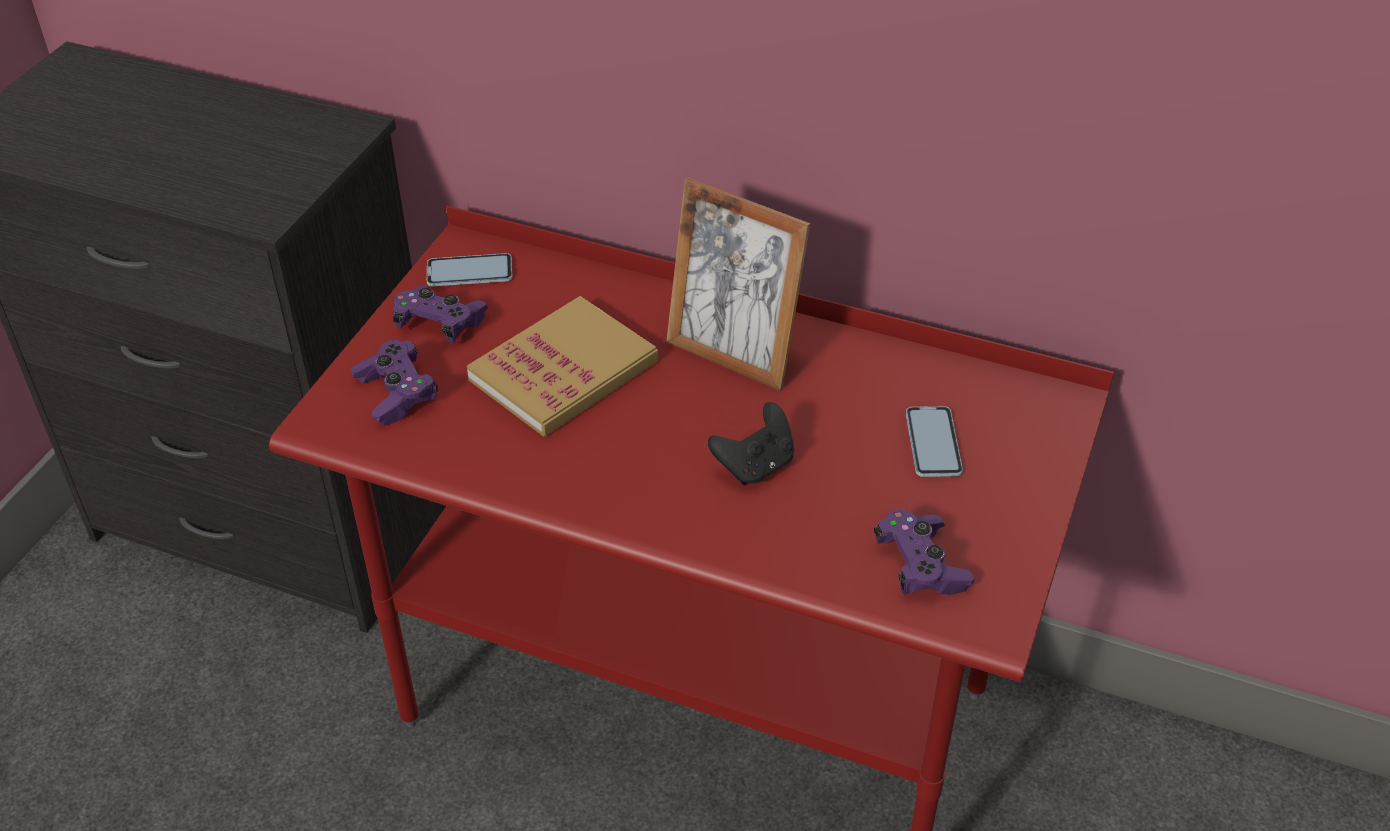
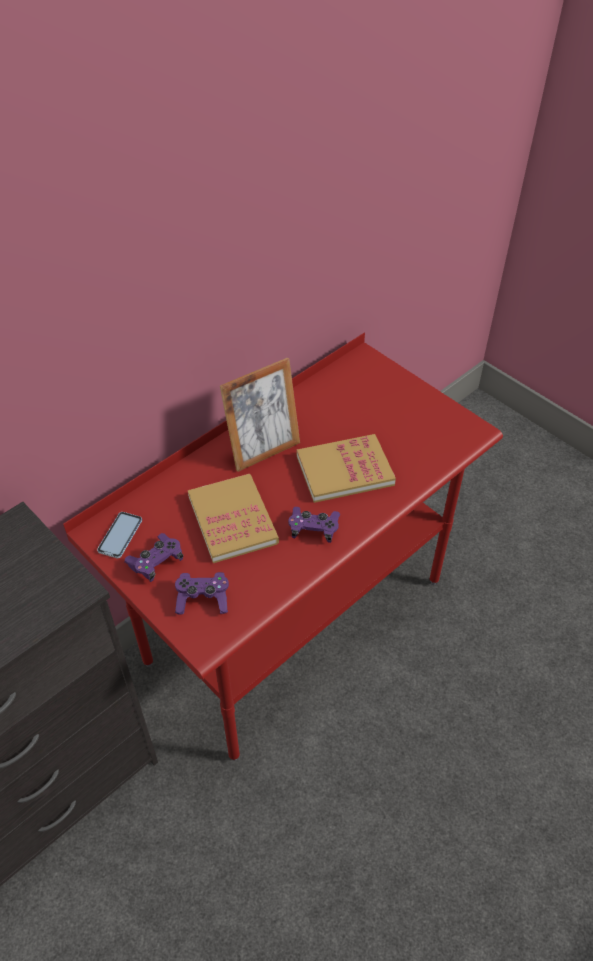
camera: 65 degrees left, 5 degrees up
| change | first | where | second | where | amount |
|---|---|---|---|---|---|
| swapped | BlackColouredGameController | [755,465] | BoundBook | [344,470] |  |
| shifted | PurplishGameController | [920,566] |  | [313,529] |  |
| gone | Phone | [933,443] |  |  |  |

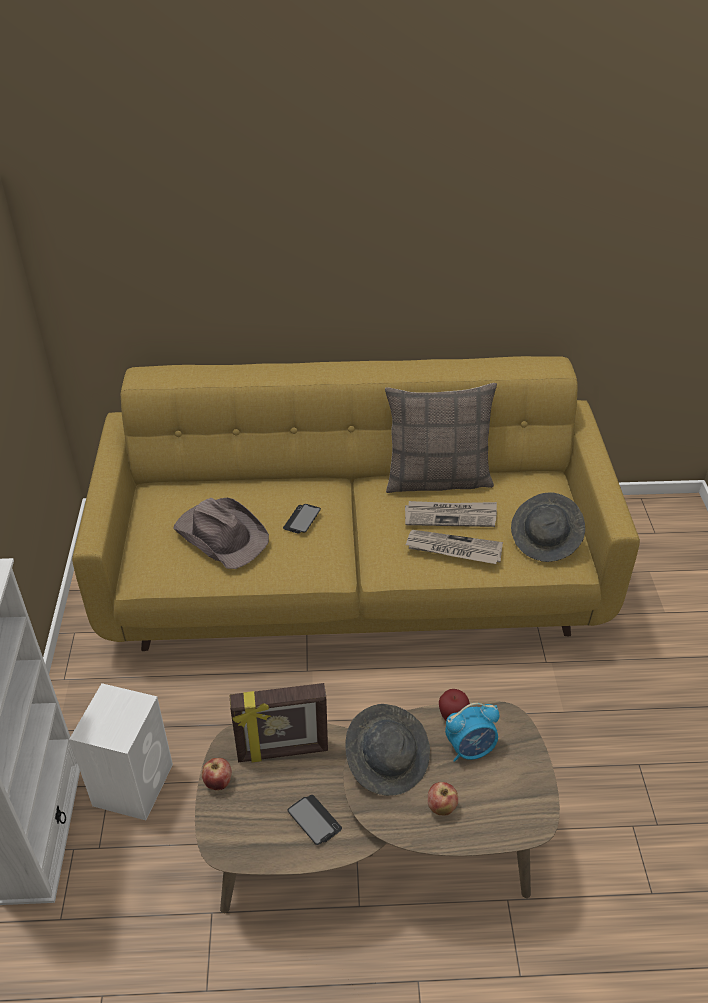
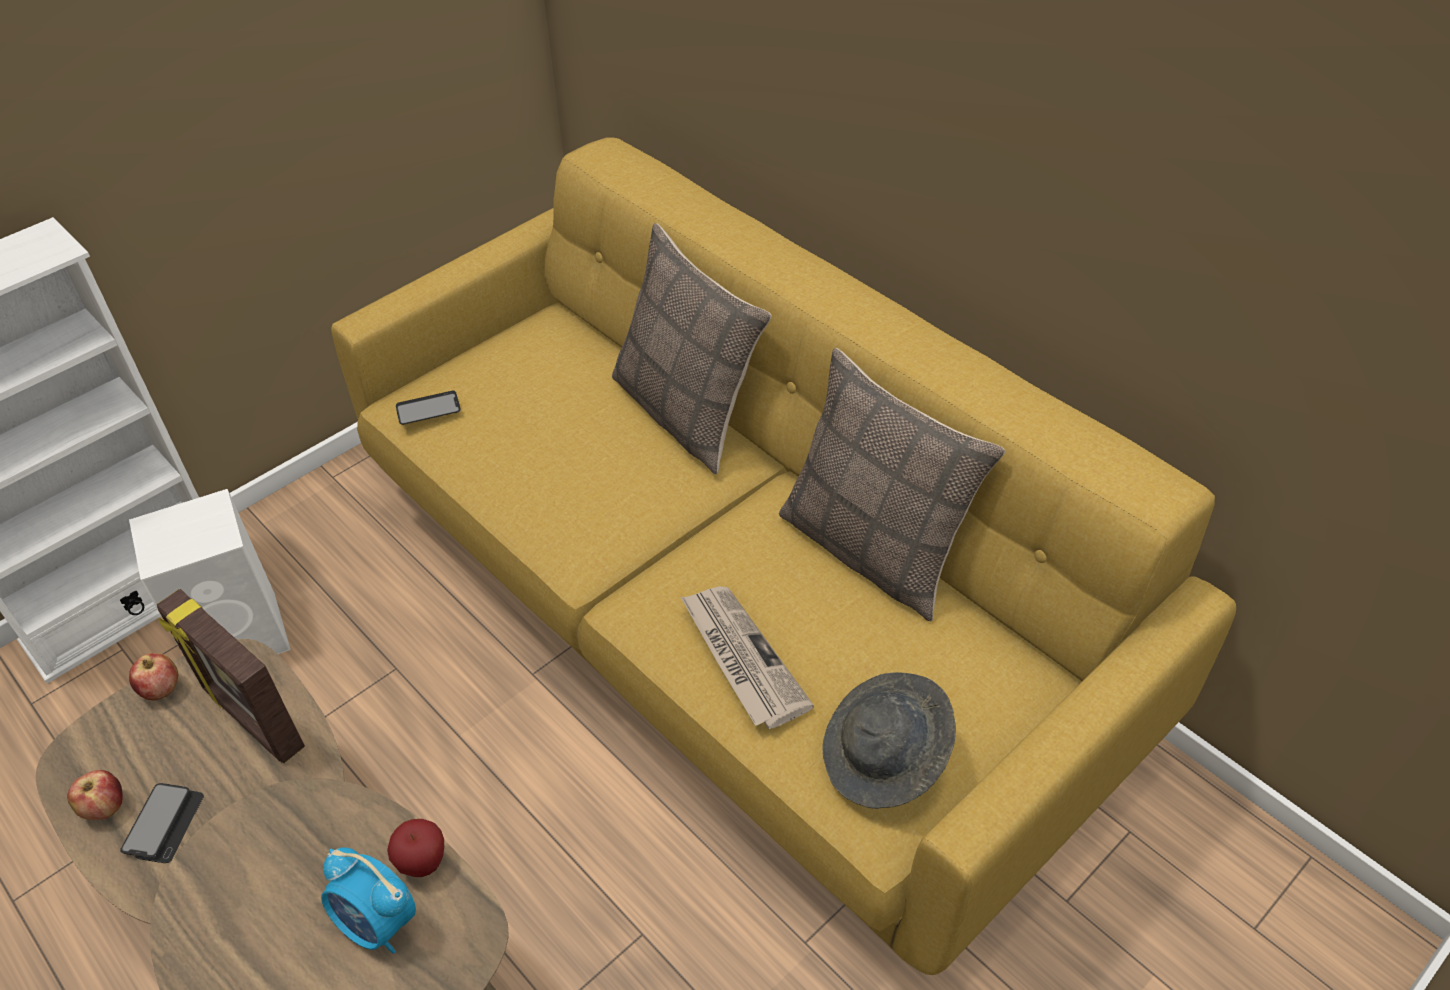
camera: 50 degrees right, 5 degrees up
| change | first | where | second | where | amount |
|---|---|---|---|---|---|
| gone | BrownClothingHat | [221,534] |  |  |  |
| shifted | Phone | [302,519] |  | [428,409] |  |
| gone | GrayClothingHat | [388,761] |  |  |  |
| gone | DailyPaper | [451,516] |  |  |  |
| shifted | AppleFruit | [441,807] |  | [105,807] |  |
| new |  |  | Cushion | [686,413] |  |

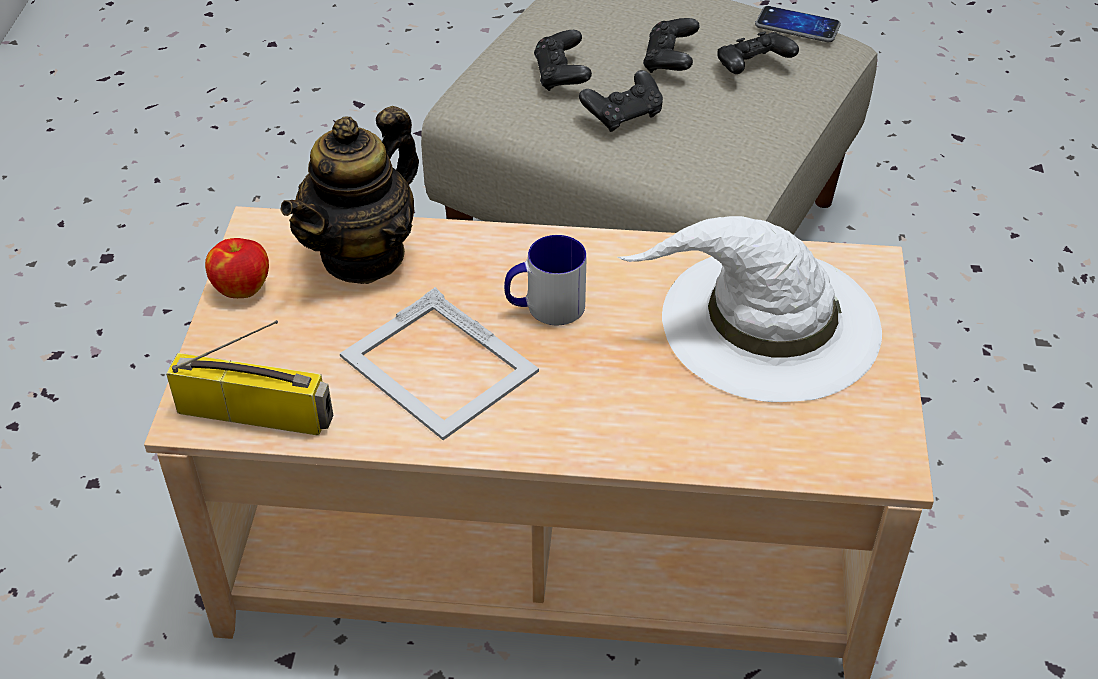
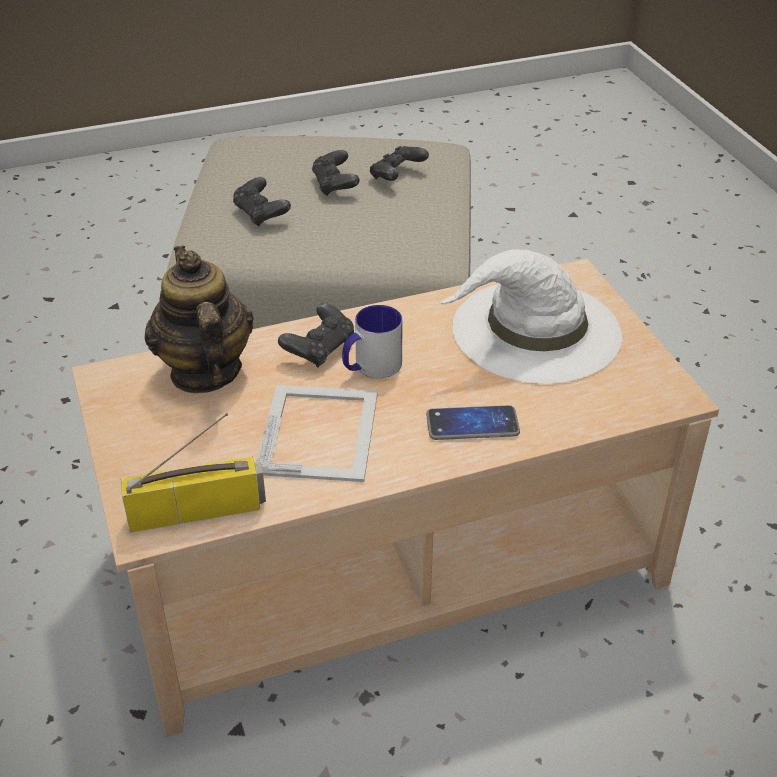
camera: 25 degrees left, 5 degrees down
| change | first | where | second | where | amount |
|---|---|---|---|---|---|
| gone | AppleFruit | [242,288] |  |  |  |
| rotated | Teapot | [363,255] |  | [204,372] | 150 degrees clockwise |
| rotated | PictureFrame | [439,366] |  | [319,431] | 105 degrees counterclockwise |
| shifted | BlackColouredGameController | [623,115] |  | [319,349] |  |
| shifted | Phone | [797,26] |  | [472,424] |  |

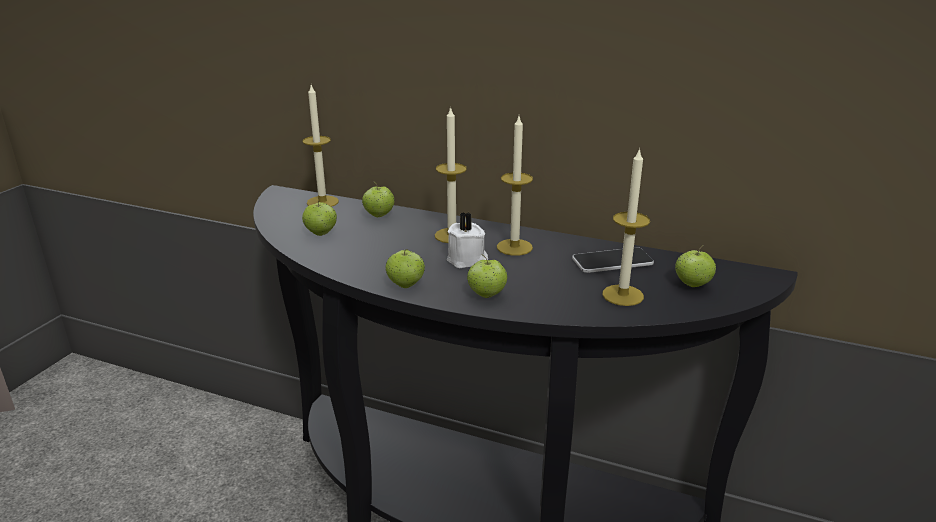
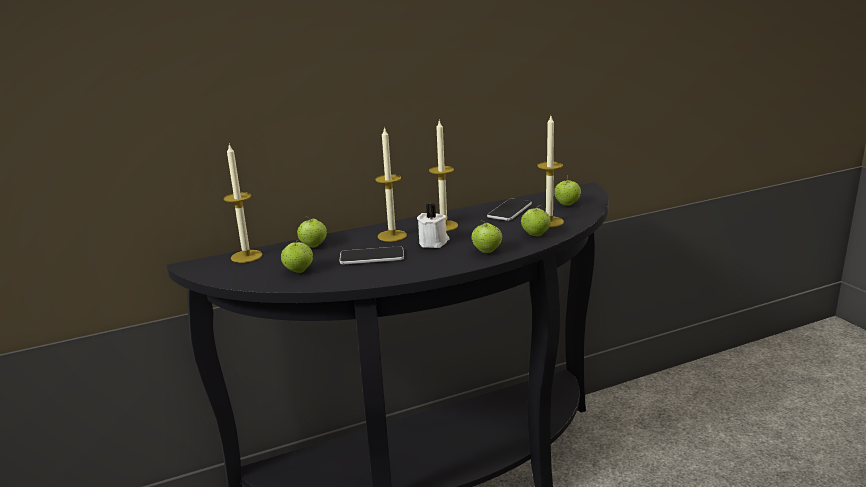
camera: 45 degrees left, 5 degrees down
| change | first | where | second | where | amount |
|---|---|---|---|---|---|
| shifted | AppleFruit | [405,285] |  | [535,235] |  |
| new |  |  | Phone | [372,257] |  |

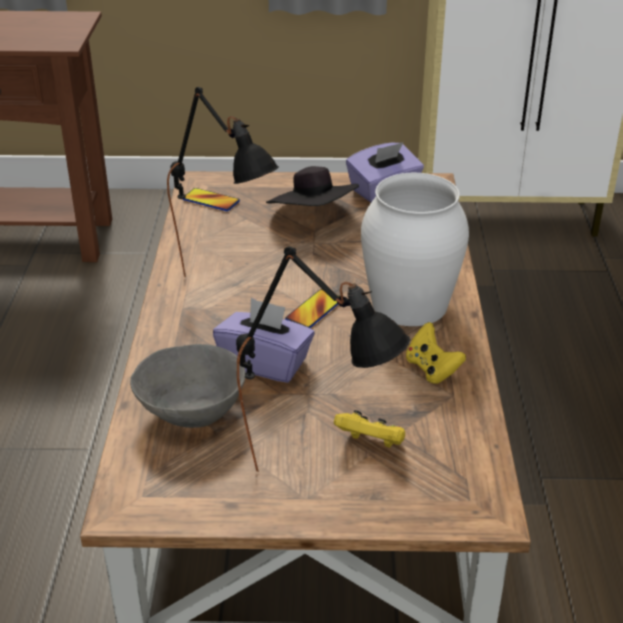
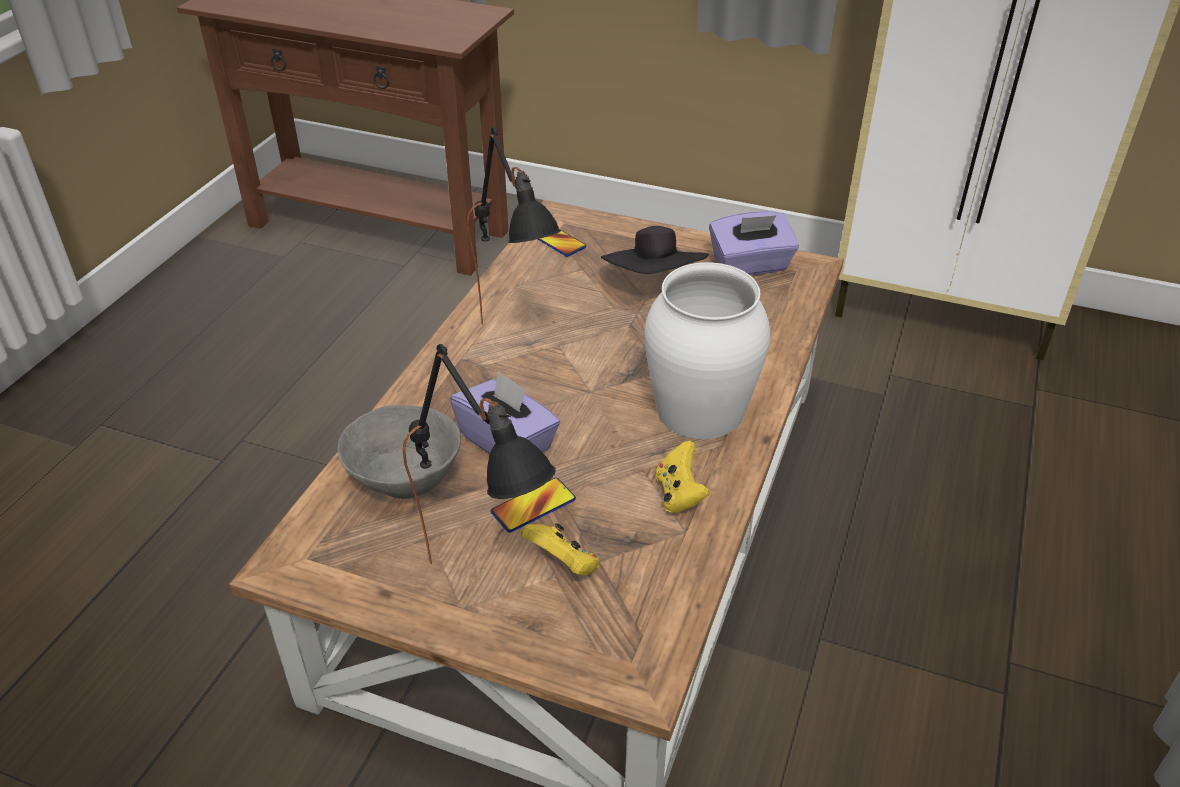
camera: 20 degrees right, 5 degrees up
| change | first | where | second | where | amount |
|---|---|---|---|---|---|
| shifted | Phone | [314,310] |  | [533,506] |  |

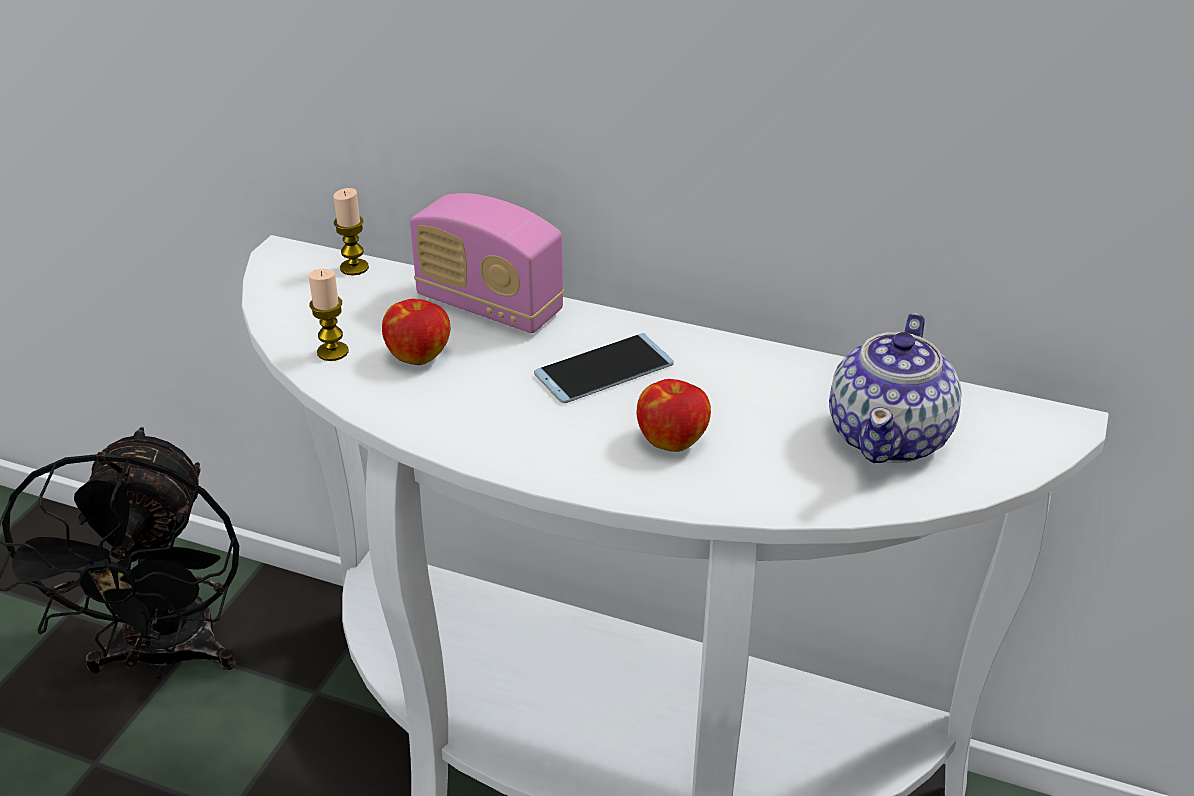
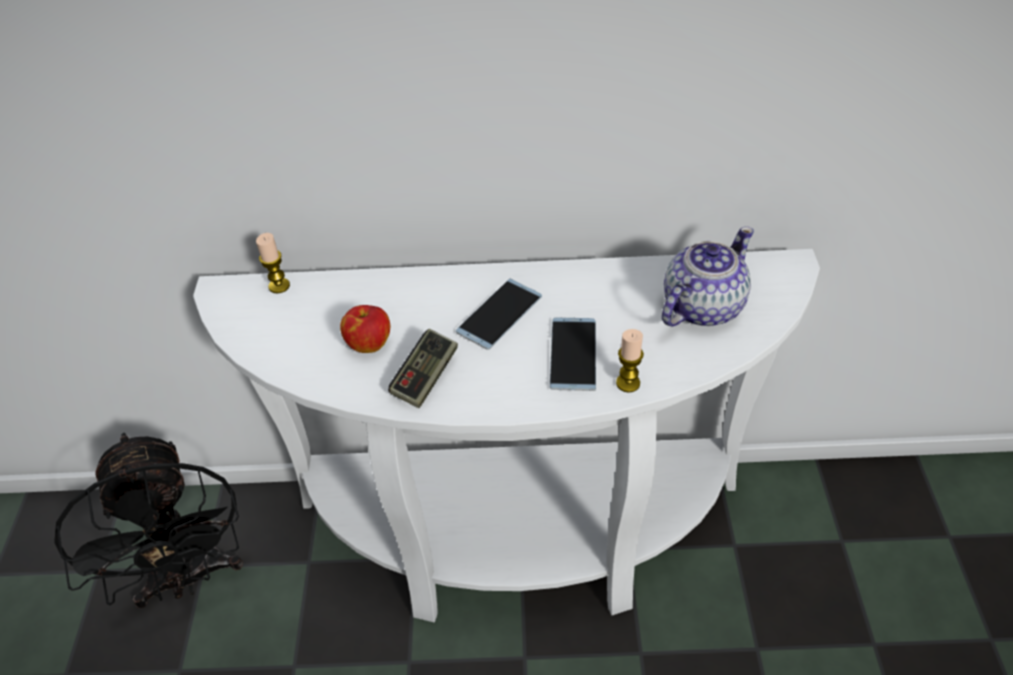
camera: 20 degrees left, 10 degrees up
| change | first | where | second | where | amount |
|---|---|---|---|---|---|
| shifted | Candle | [332,352] |  | [628,383] |  |
| gone | Radio | [489,306] |  |  |  |
| swapped | AppleFruit | [672,440] | Phone | [573,354] |  |
| rotated | Teapot | [890,436] |  | [701,307] | 135 degrees counterclockwise |
| new |  |  | GameController | [425,377] |  |

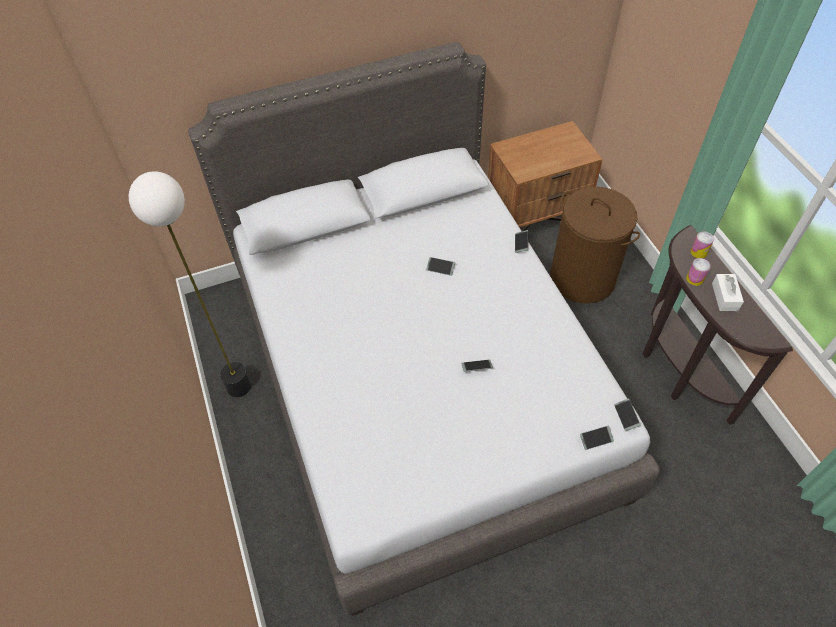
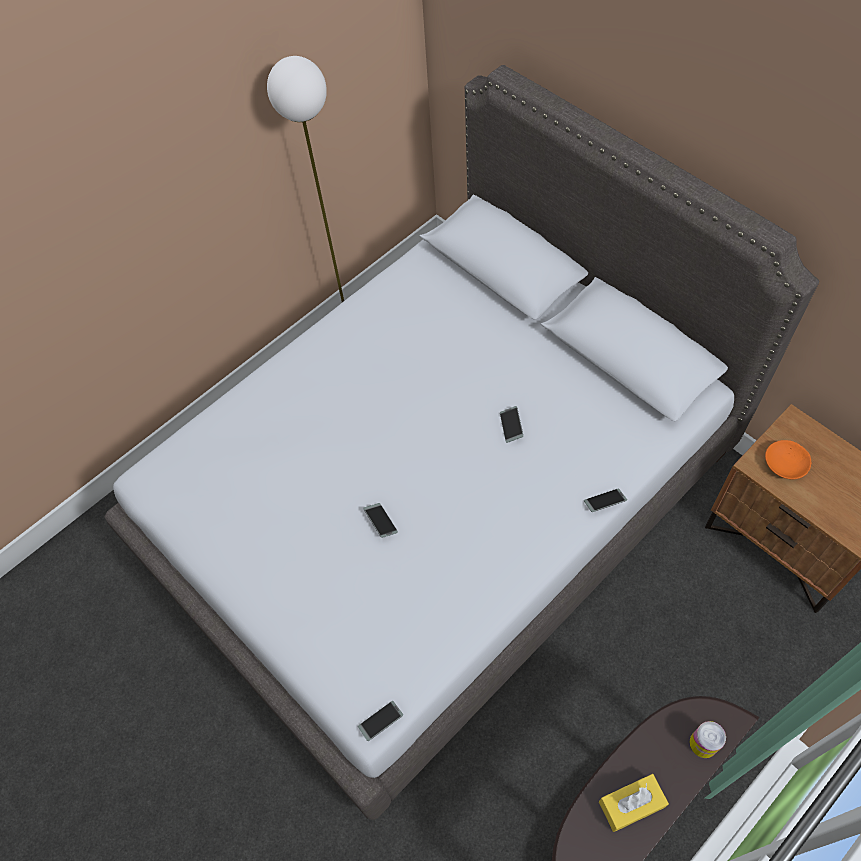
camera: 70 degrees right, 5 degrees up
| change | first | where | second | where | amount |
|---|---|---|---|---|---|
| gone | BrownHamper | [582,278] |  |  |  |
| gone | Phone | [596,439] |  |  |  |
| gone | Can | [694,279] |  |  |  |
| repainted | WhiteColouredTissueBox | [725,297] | YellowishTissueBox | [631,804] |  |
| new |  |  | OrangeDeepDish | [785,464] |  |

